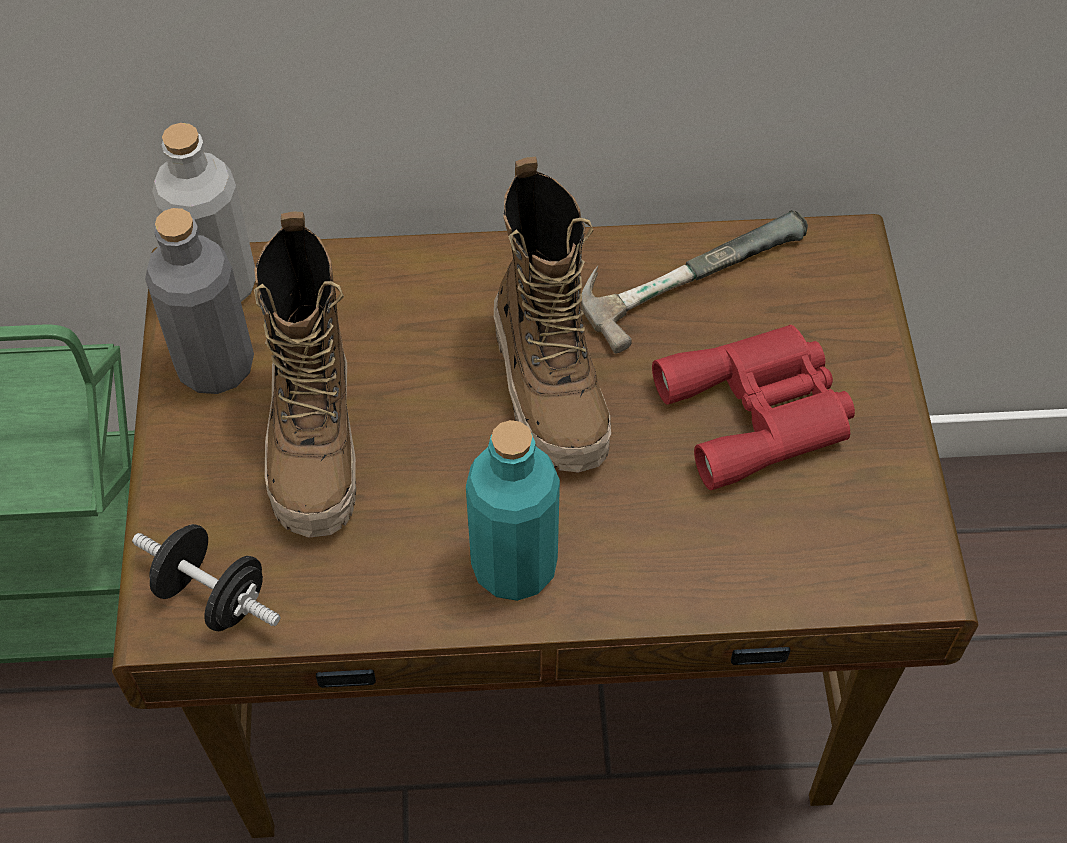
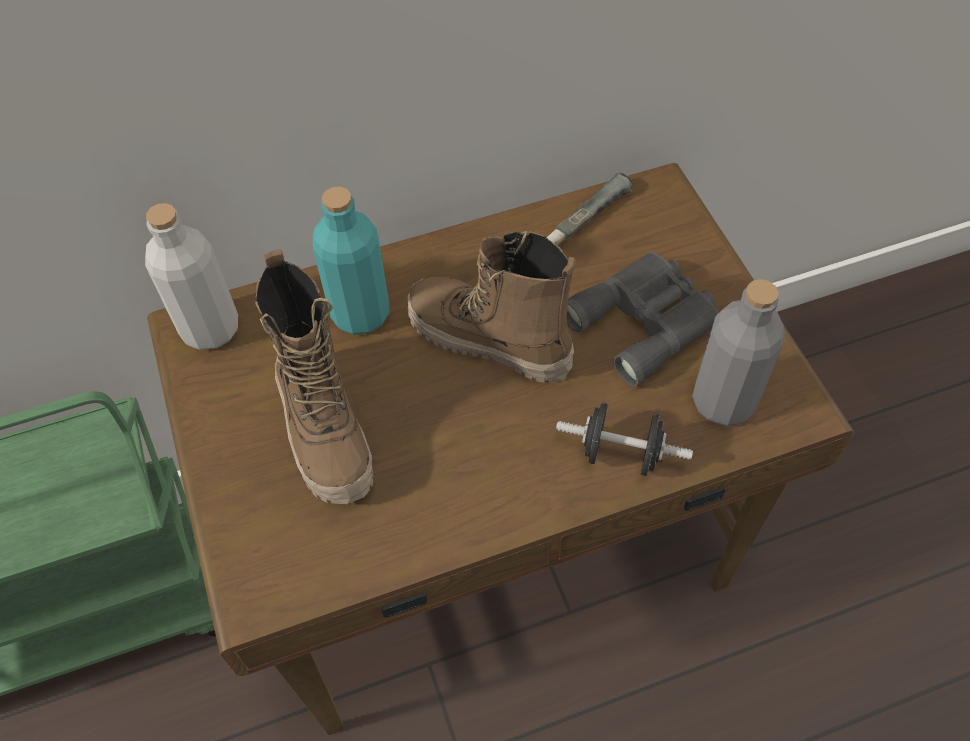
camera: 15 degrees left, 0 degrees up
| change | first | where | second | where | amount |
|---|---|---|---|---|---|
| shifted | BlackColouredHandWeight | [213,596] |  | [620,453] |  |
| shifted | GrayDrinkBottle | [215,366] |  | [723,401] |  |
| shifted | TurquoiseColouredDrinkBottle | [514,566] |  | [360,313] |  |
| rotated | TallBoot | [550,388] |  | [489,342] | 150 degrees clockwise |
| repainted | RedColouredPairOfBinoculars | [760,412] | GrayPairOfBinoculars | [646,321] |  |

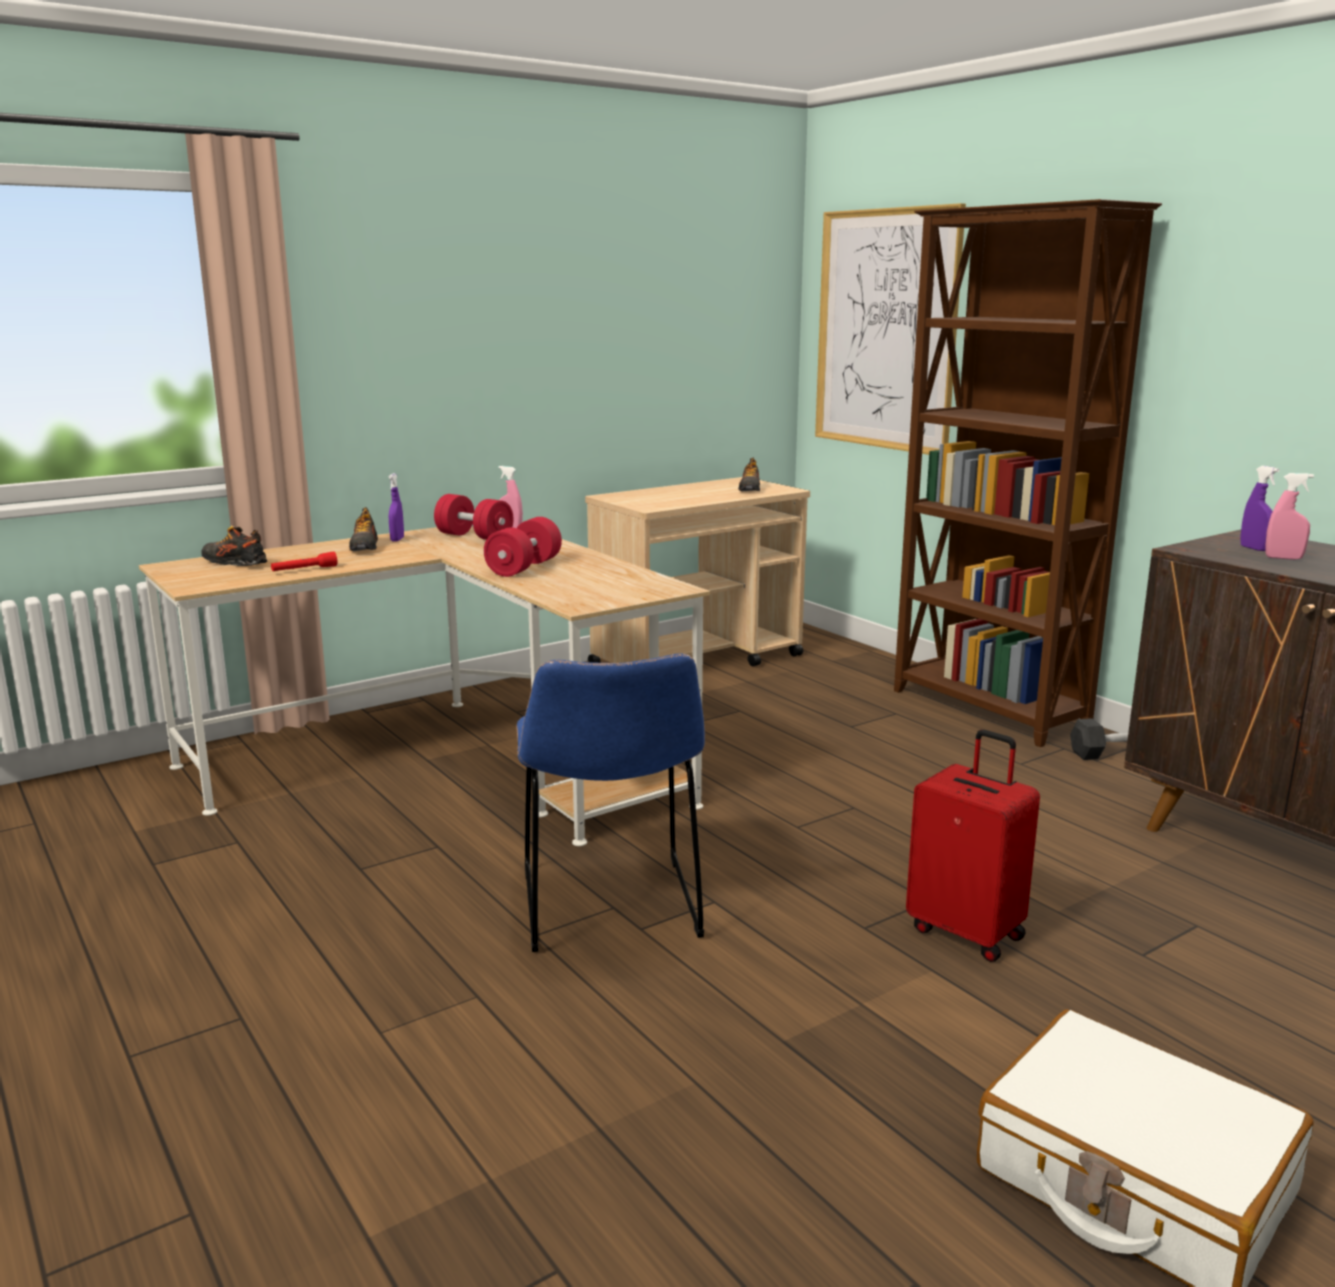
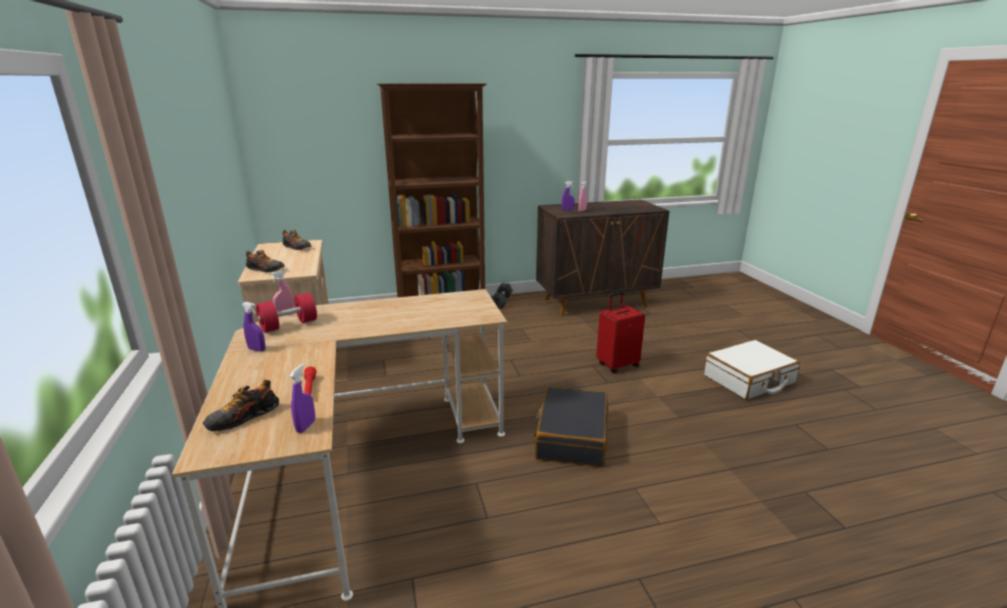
camera: 70 degrees left, 5 degrees up
| change | first | where | second | where | amount |
|---|---|---|---|---|---|
| shifted | LowShoe | [365,547] |  | [265,270] |  |
| gone | RedColouredHandWeight | [524,567] |  |  |  |
| swapped | BluishPlainChair | [610,909] | BlackColouredTravelCase | [571,437] |  |
| gone | Picture | [886,330] |  |  |  |
| new |  |  | PurplishSprayBottle | [306,426] |  |

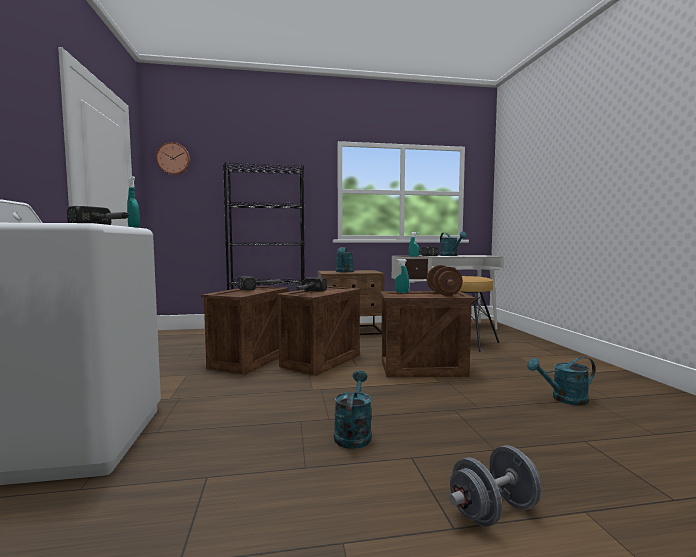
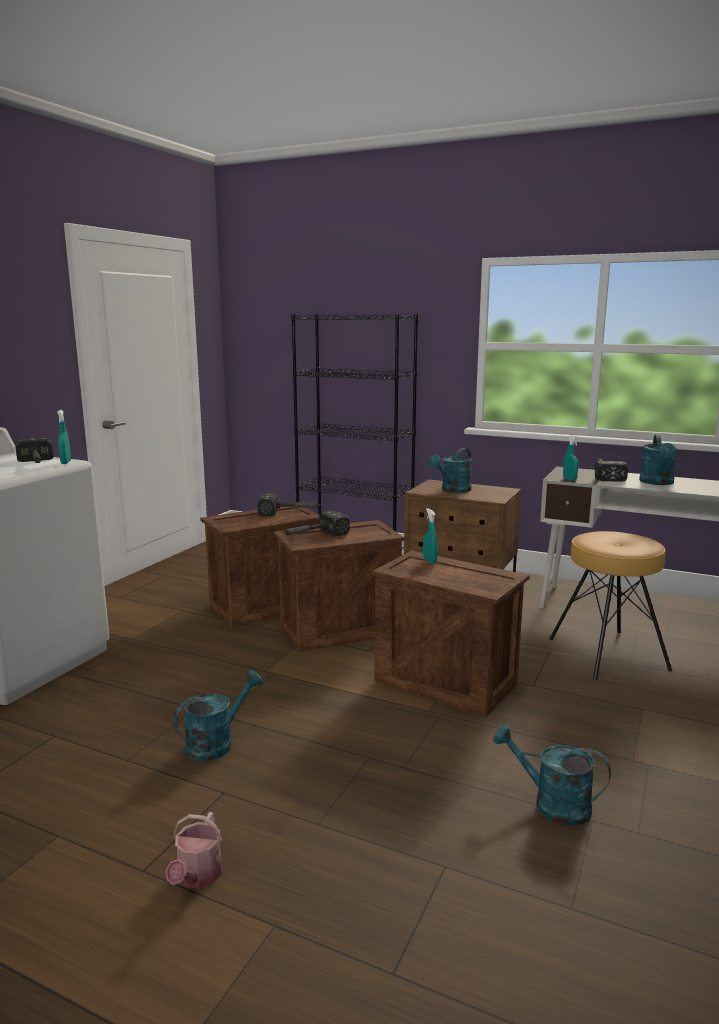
camera: 35 degrees right, 10 degrees up
| change | first | where | second | where | amount |
|---|---|---|---|---|---|
| gone | ClockOnTheWall | [173,159] |  |  |  |
| gone | BrownHandWeight | [443,294] |  |  |  |
| swapped | GrayHandWeight | [493,511] | WateringCan | [197,877] |  |

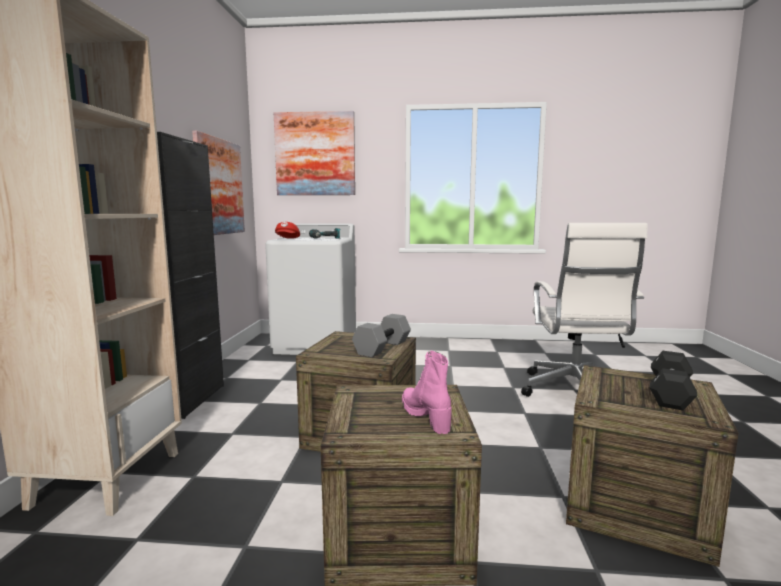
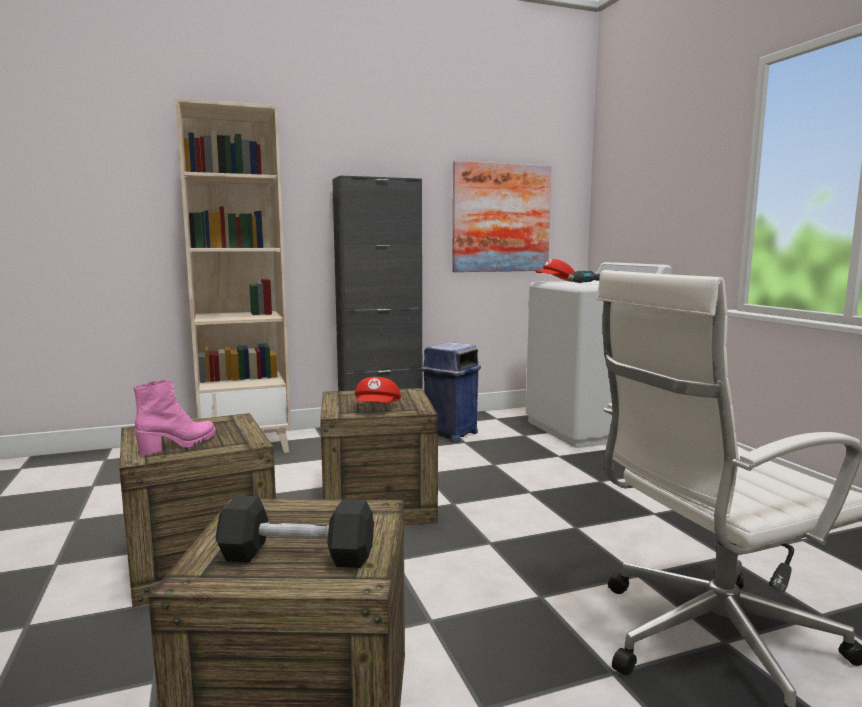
camera: 65 degrees right, 0 degrees up
| change | first | where | second | where | amount |
|---|---|---|---|---|---|
| gone | Picture | [315,154] |  |  |  |
| swapped | GrayHandWeight | [382,347] | RedColouredBaseballCap | [377,408] |  |
| new |  |  | BluishTrashCan | [450,434] |  |

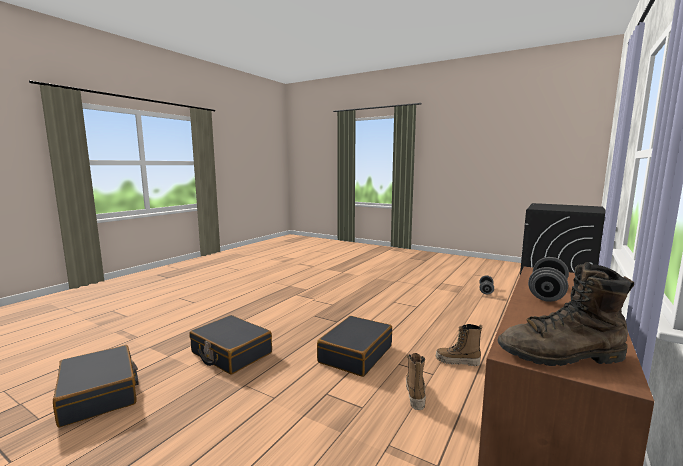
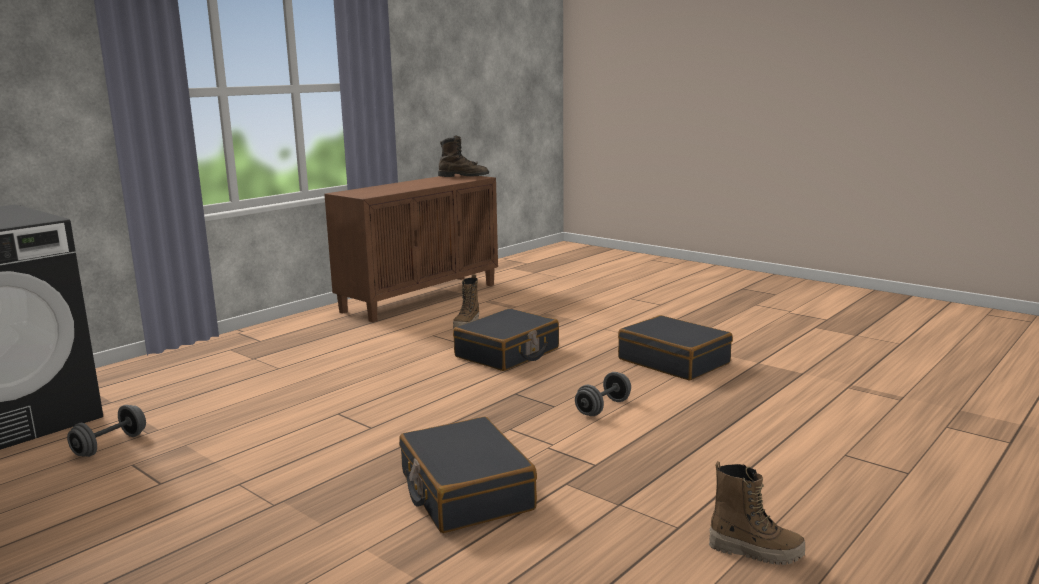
camera: 170 degrees left, 5 degrees up
| change | first | where | second | where | amount |
|---|---|---|---|---|---|
| shifted | BlackColouredTravelCase | [99,394] |  | [465,491] |  |
| shifted | TallBoot | [457,362] |  | [755,551] |  |
| shifted | GrayHandWeight | [547,293] |  | [603,408] |  |

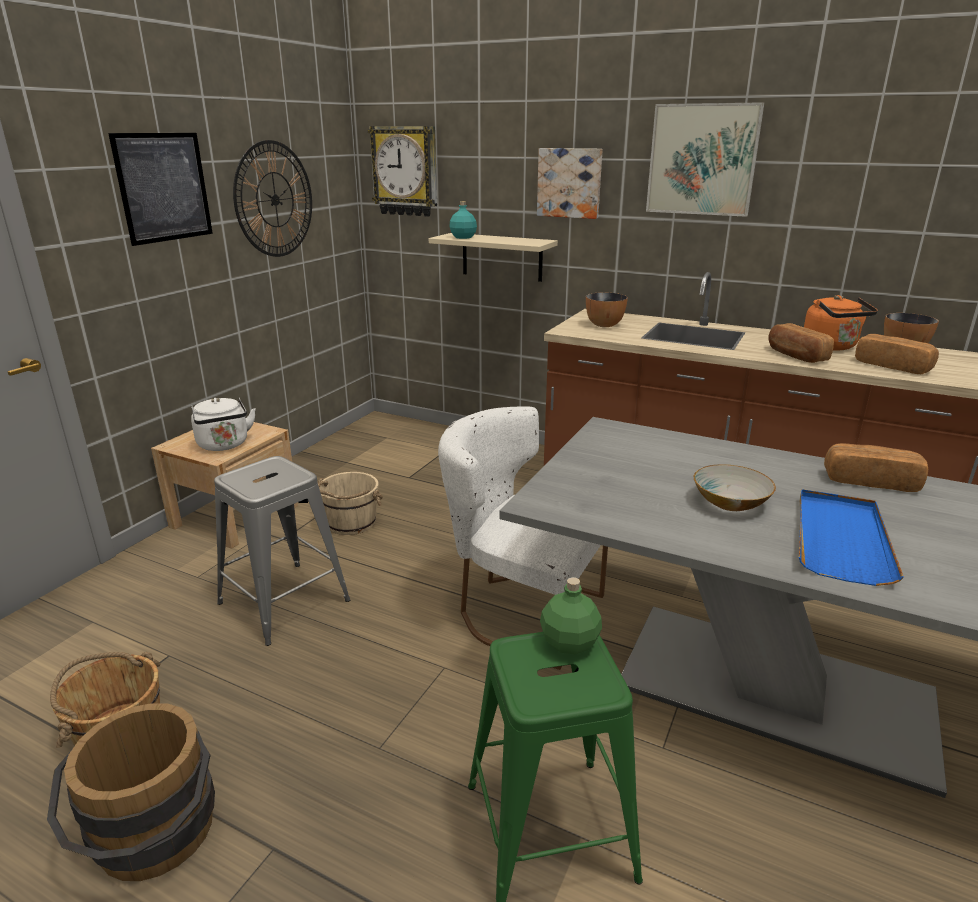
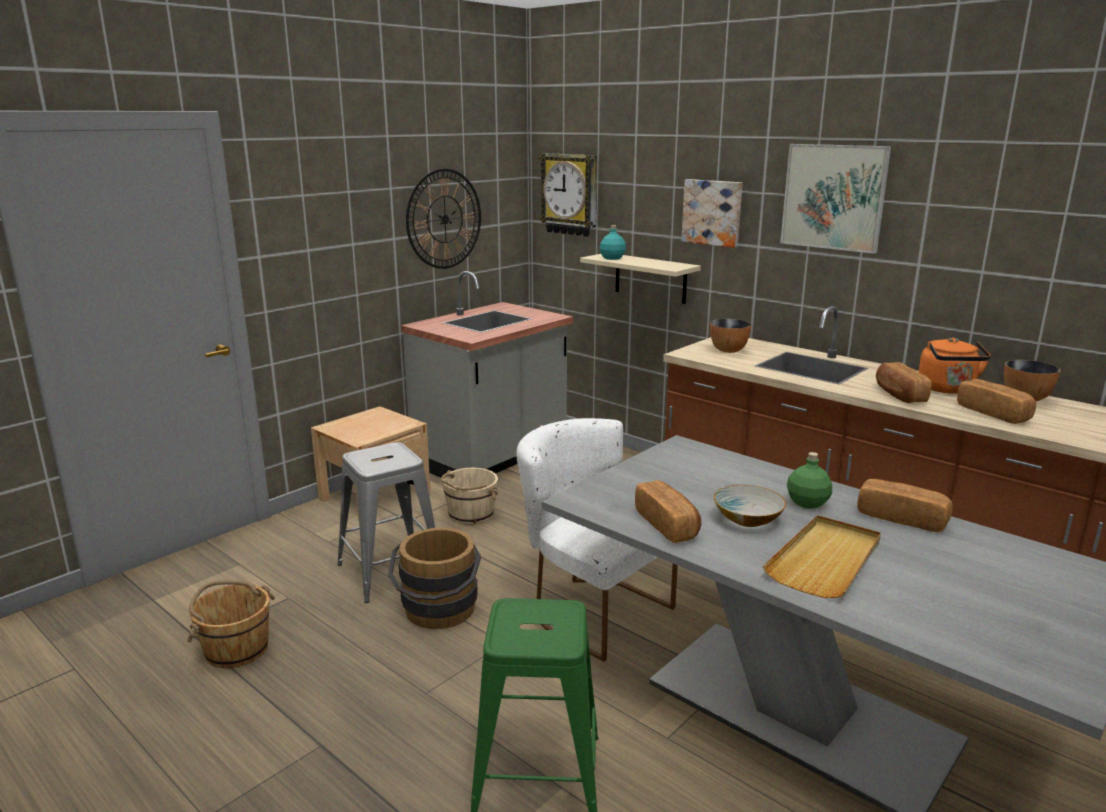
camera: 15 degrees right, 5 degrees down
| change | first | where | second | where | amount |
|---|---|---|---|---|---|
| shifted | BrownBucket | [153,840] |  | [438,613] |  |
| gone | Picture | [164,187] |  |  |  |
| gone | WhiteColouredKettle | [224,445] |  |  |  |
| shifted | GreenishDrinkBottle | [569,643] |  | [807,503] |  |
| repainted | BluishCarryingTray | [840,539] | BeigeColouredCarryingTray | [825,560] |  |
| new |  |  | GrayKitchenCounter | [492,458] |  |
| new |  |  | BakeryBread | [668,525] |  |

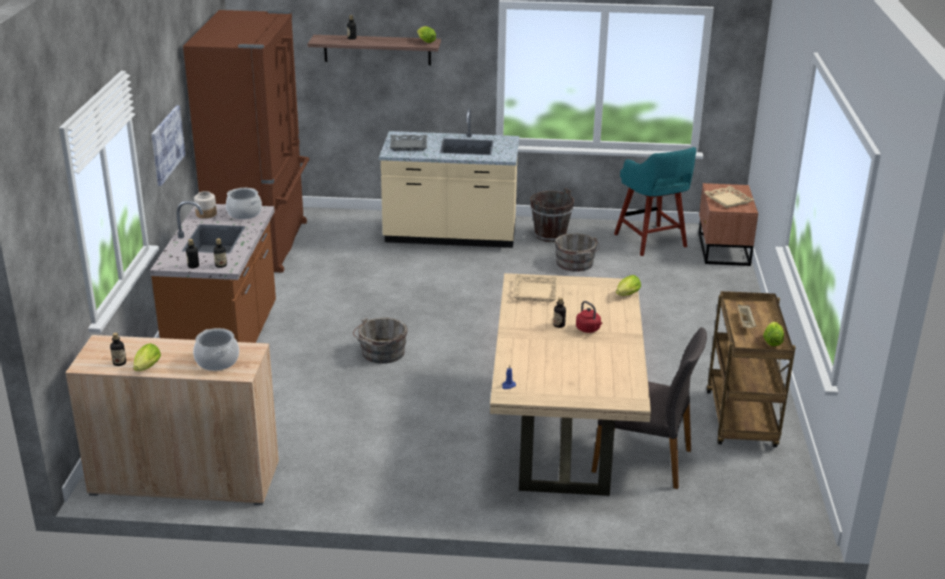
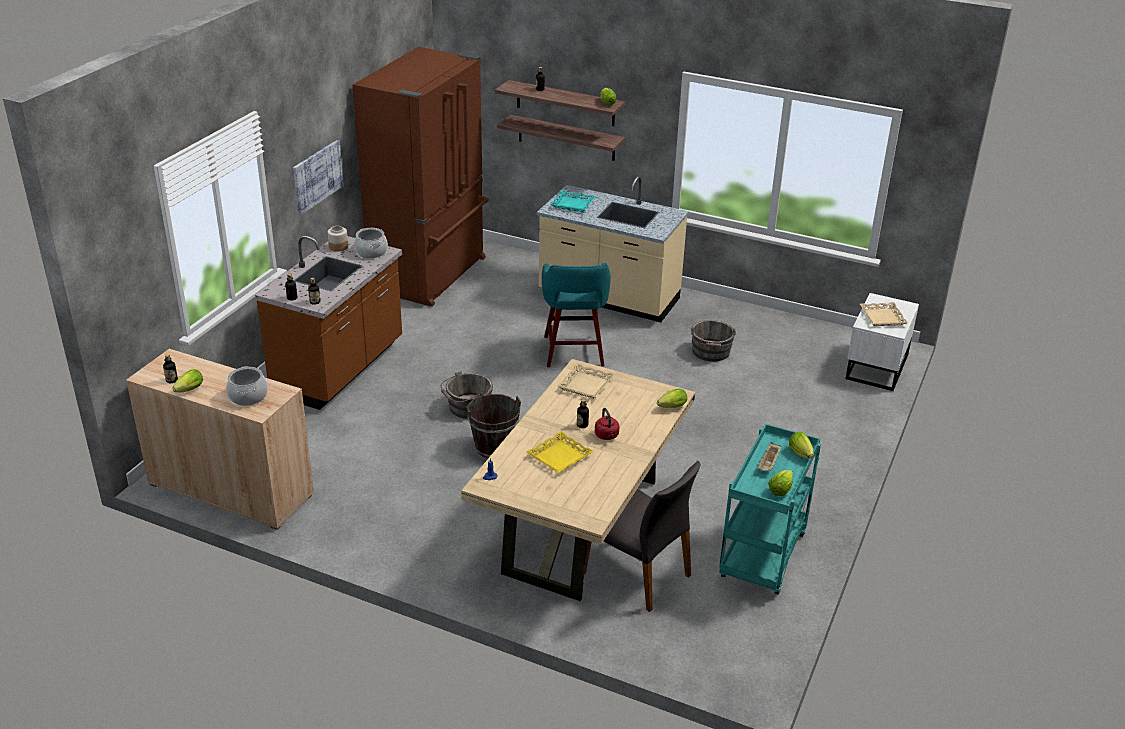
camera: 20 degrees right, 5 degrees up
| change | first | where | second | where | amount |
|---|---|---|---|---|---|
| repainted | GrayCarryingTray | [408,146] | TurquoiseColouredCarryingTray | [572,204] |  |
| shifted | BrownBucket | [550,235] |  | [494,448] |  |
| shifted | TurquoiseColouredStoolSeat | [651,241] |  | [573,352] |  |
| repainted | BrownNightTable | [722,250] | WhiteColouredNightTable | [875,367] |  |
| repainted | BrownTrolley | [742,421] | TurquoiseColouredTrolley | [763,558] |  |
| new |  |  | BracketShelf | [566,138] |  |
| new |  |  | YellowishCarryingTray | [559,457] |  |
| new |  |  | Lettuce | [801,455] |  |

